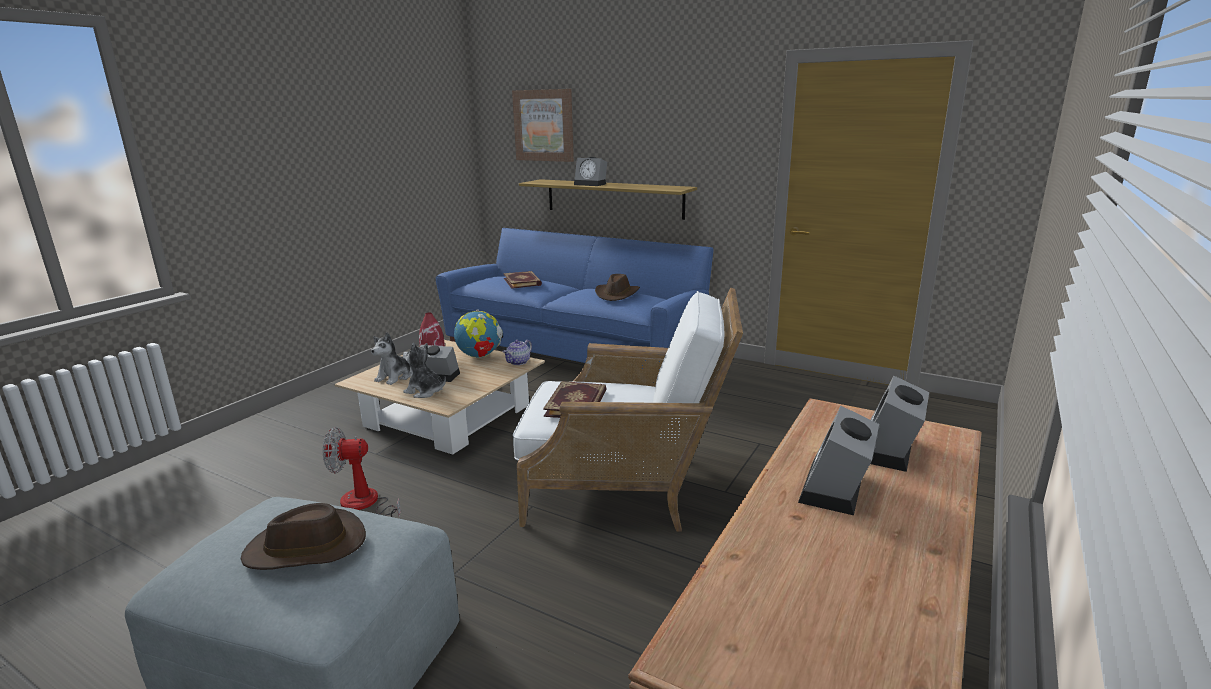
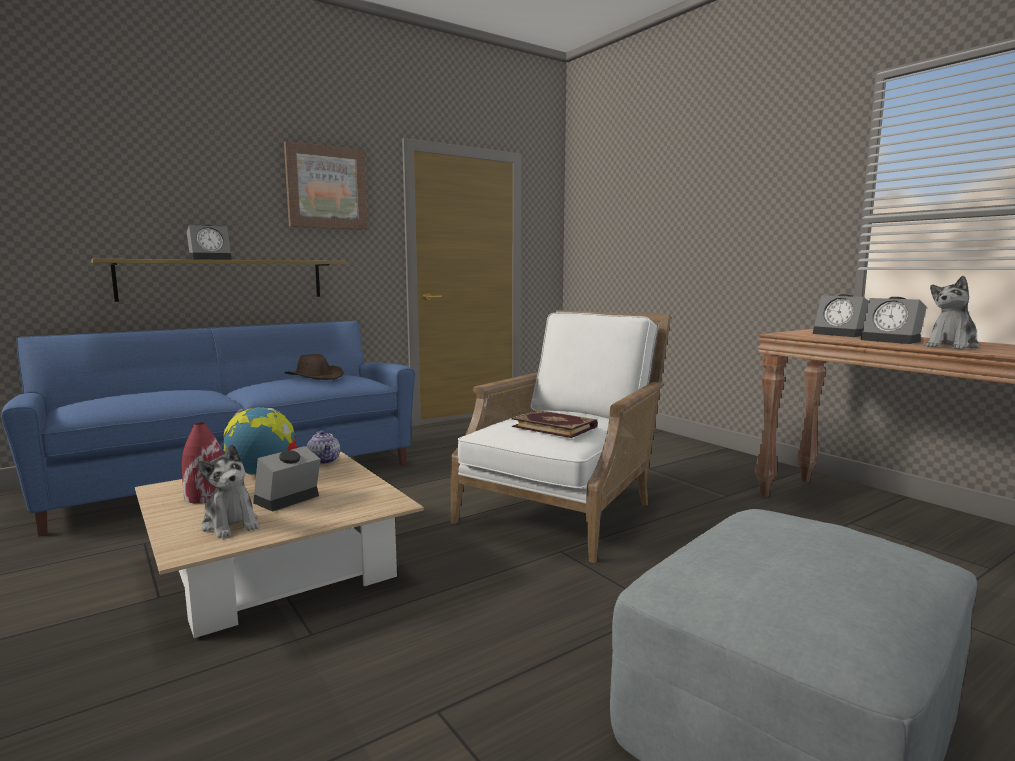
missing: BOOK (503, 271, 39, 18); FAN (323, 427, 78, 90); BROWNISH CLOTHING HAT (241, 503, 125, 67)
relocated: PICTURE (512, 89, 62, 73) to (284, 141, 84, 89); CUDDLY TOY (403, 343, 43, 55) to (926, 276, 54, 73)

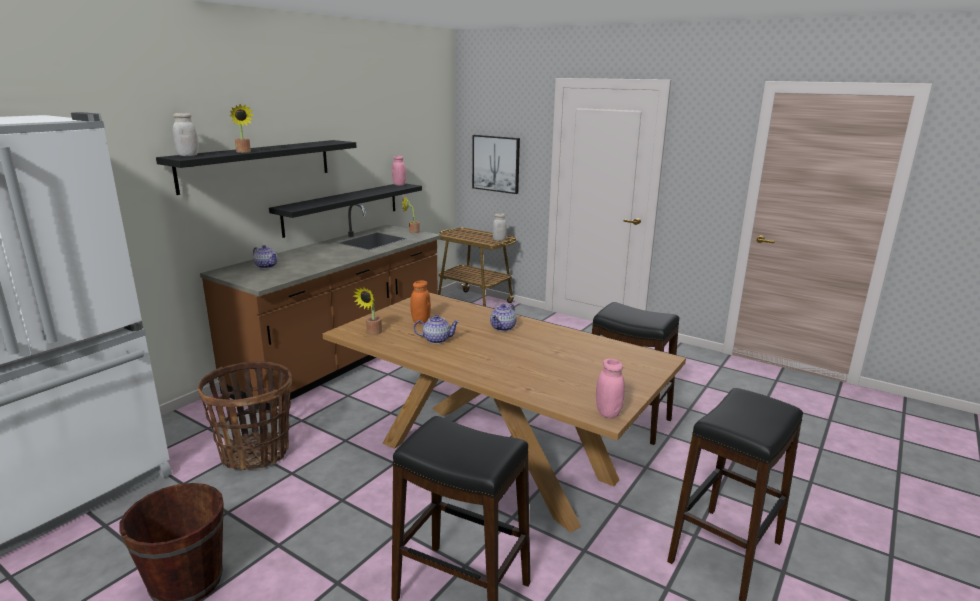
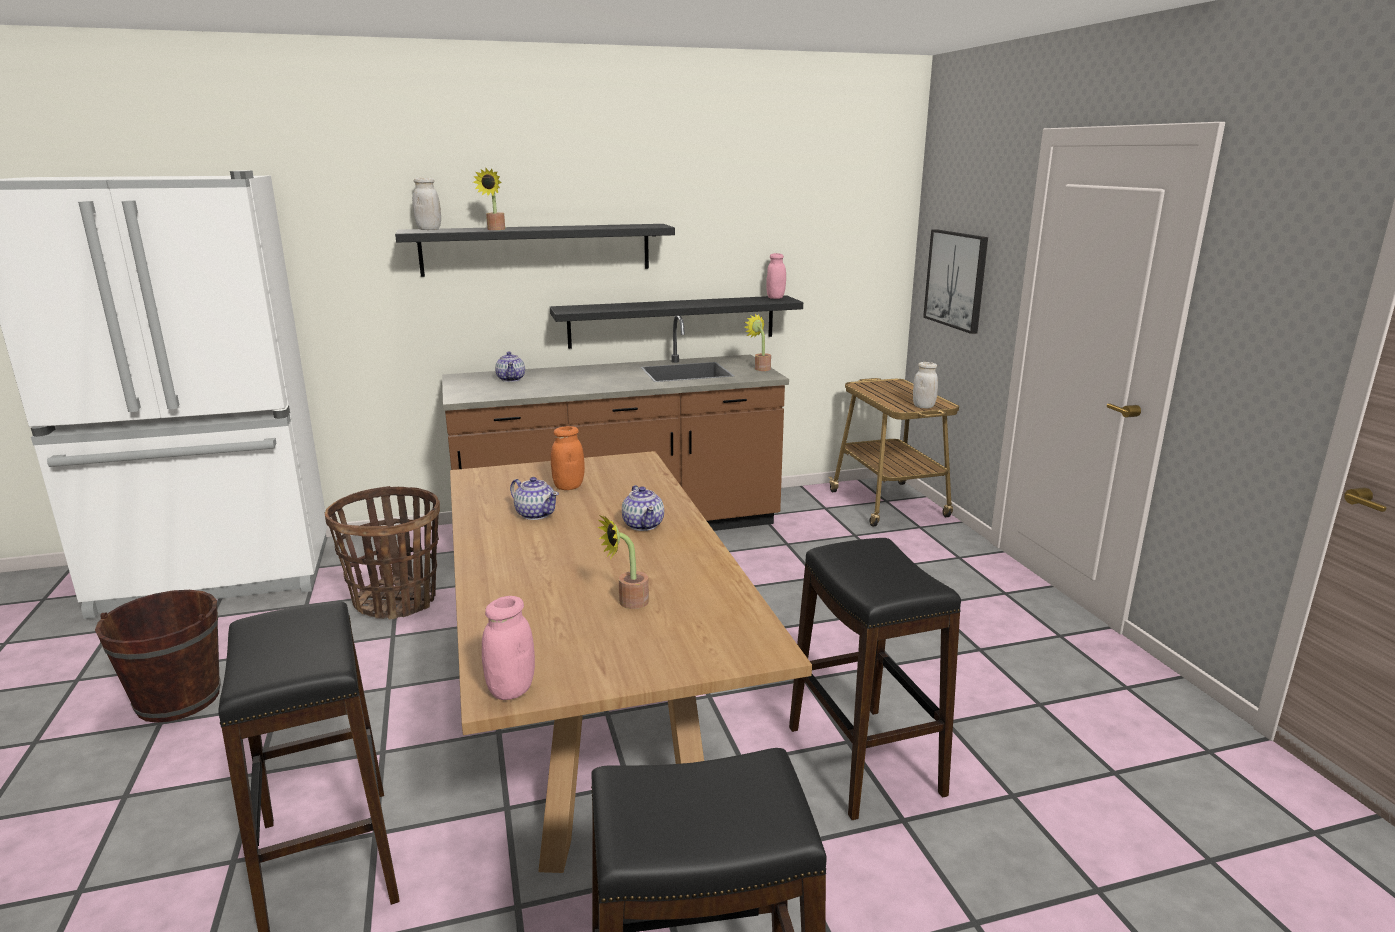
relocated: POTTED PLANT (353, 287, 29, 48) to (598, 514, 51, 95)
spun: TEA POT (490, 304, 27, 27) = (622, 485, 42, 46) 90 degrees counterclockwise

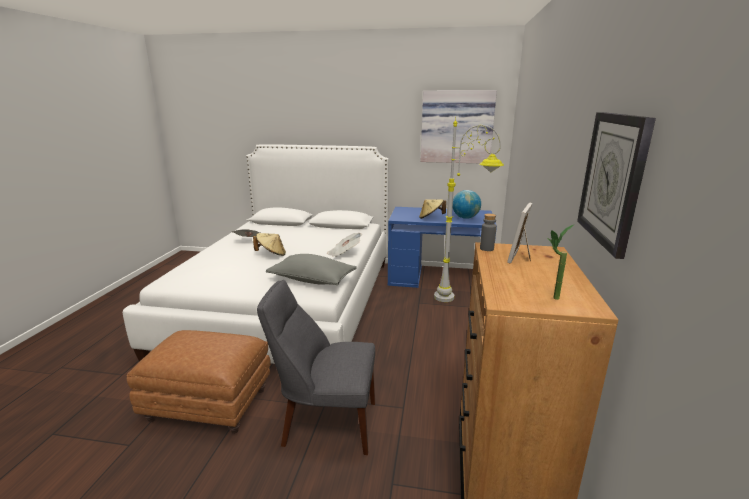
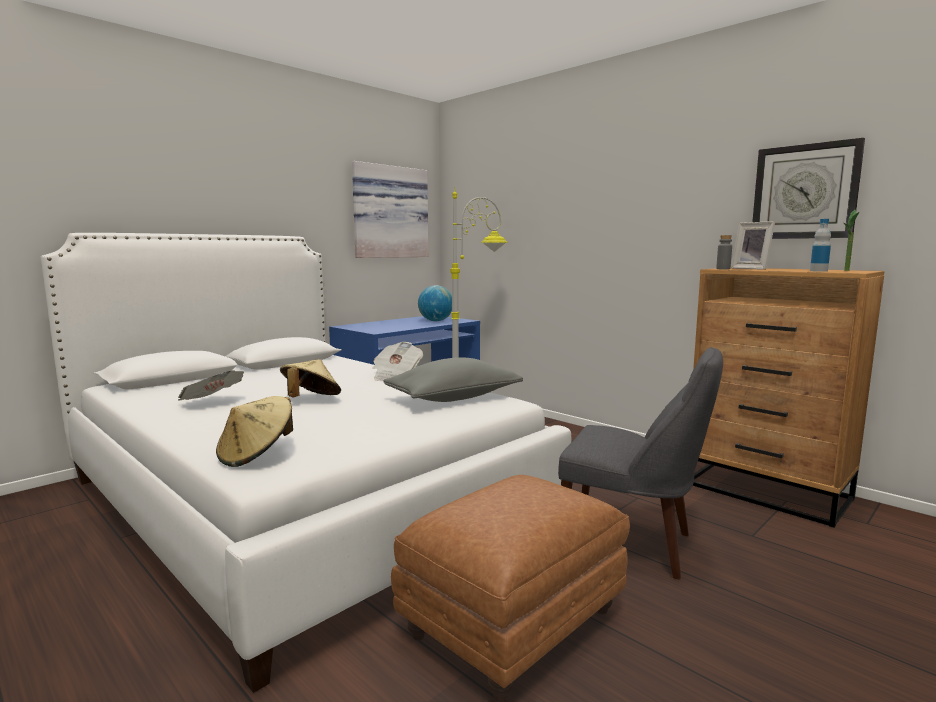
appeared: BEVERAGE BOTTLE (810, 219, 21, 53)
relocated: BEIGE-COLOURED CLOTHING HAT (419, 199, 27, 20) to (216, 396, 77, 71)
spun: GRAY CHAIR (257, 280, 118, 175) = (558, 347, 165, 233) 105 degrees counterclockwise

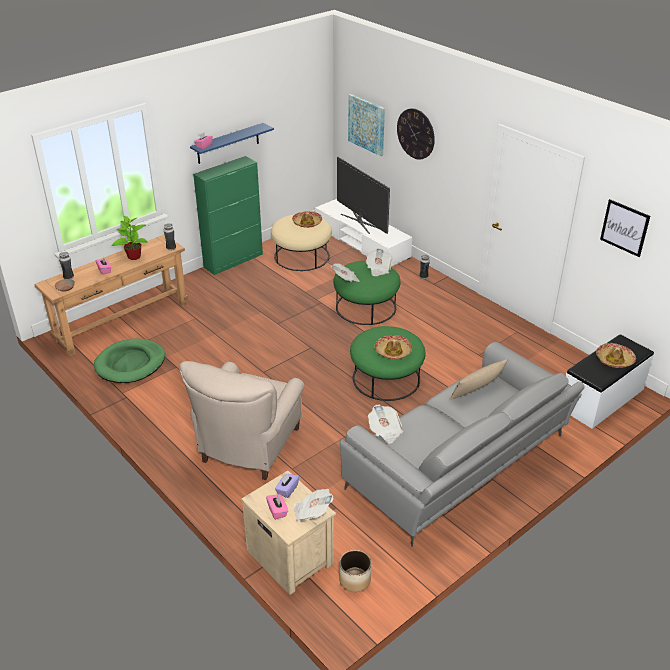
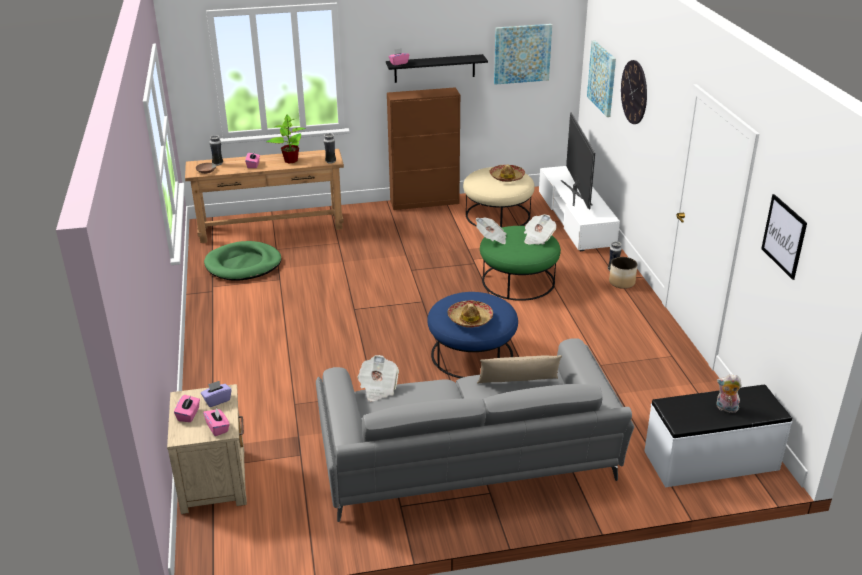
missing: BEIGE-COLOURED ARMCHAIR (179, 361, 125, 119)
appeared: PICTURE (494, 24, 58, 61)
relocated: PLANTER (339, 550, 32, 42) to (609, 257, 29, 32)
exchanged: CLOTHING HAT (596, 343, 40, 25) to CUDDLY TOY (716, 374, 26, 39); NEWSPAPER (293, 489, 40, 32) to PINK TISSUE HOLDER (203, 407, 27, 29)
colour: BLUE WALL SHELF (190, 123, 84, 41) to BLACK WALL SHELF (386, 54, 102, 29); GREEN CUPBOARD (193, 156, 70, 119) to BROWNISH CUPBOARD (387, 87, 73, 123); GREEN FOOTREST (350, 326, 76, 75) to BLUE FOOTREST (427, 292, 91, 86)

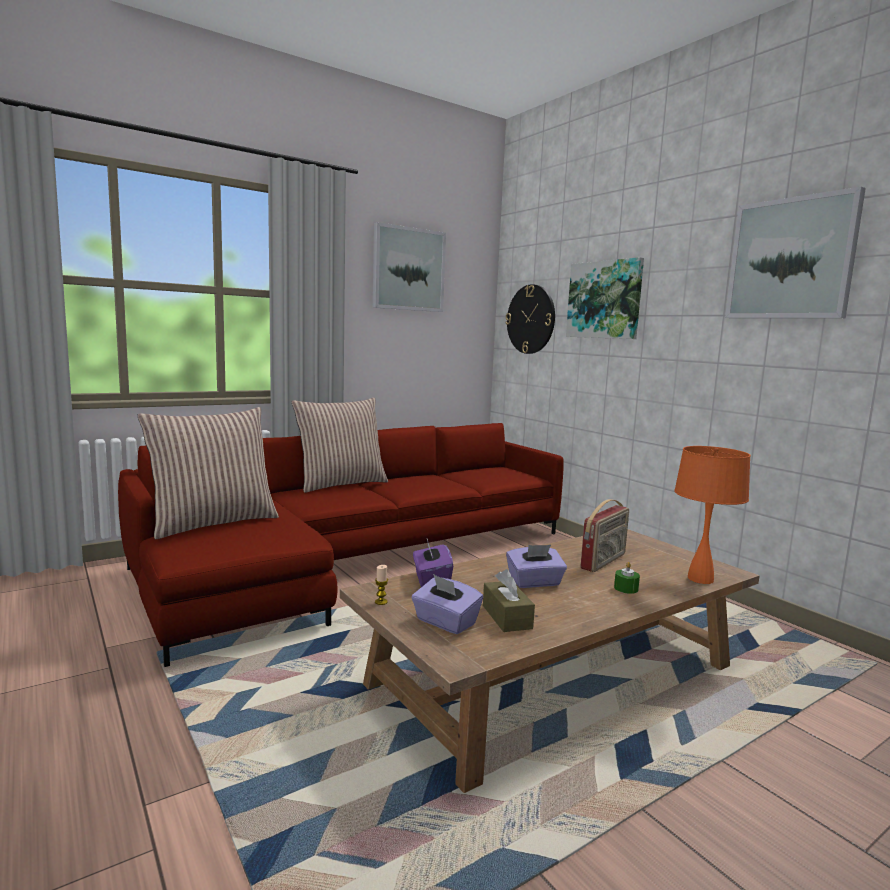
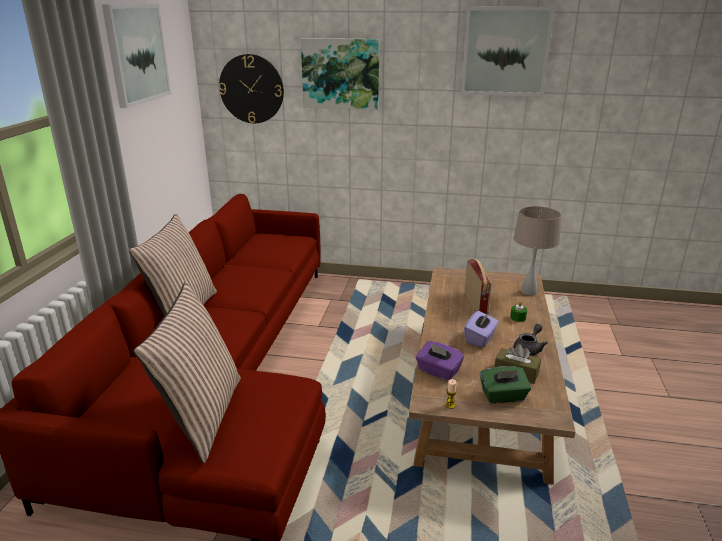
appeared: GRAY TEA POT (514, 324, 34, 32)
colour: ORANGEY LAMP FOR A TABLE (674, 446, 77, 138) to BEIGE-COLOURED LAMP FOR A TABLE (513, 206, 49, 89); PURPLE-COLOURED TISSUE HOLDER (412, 574, 71, 61) to GREEN TISSUE HOLDER (480, 366, 51, 37)

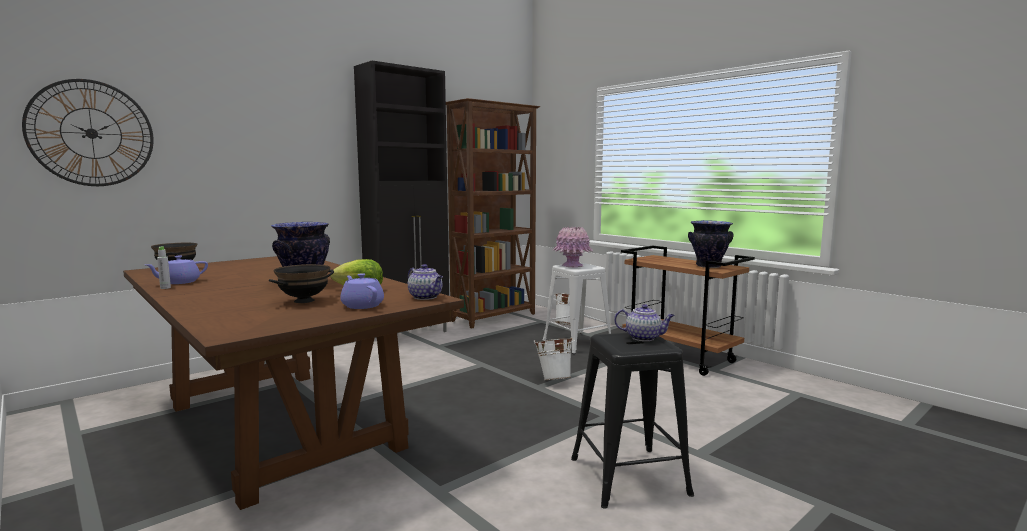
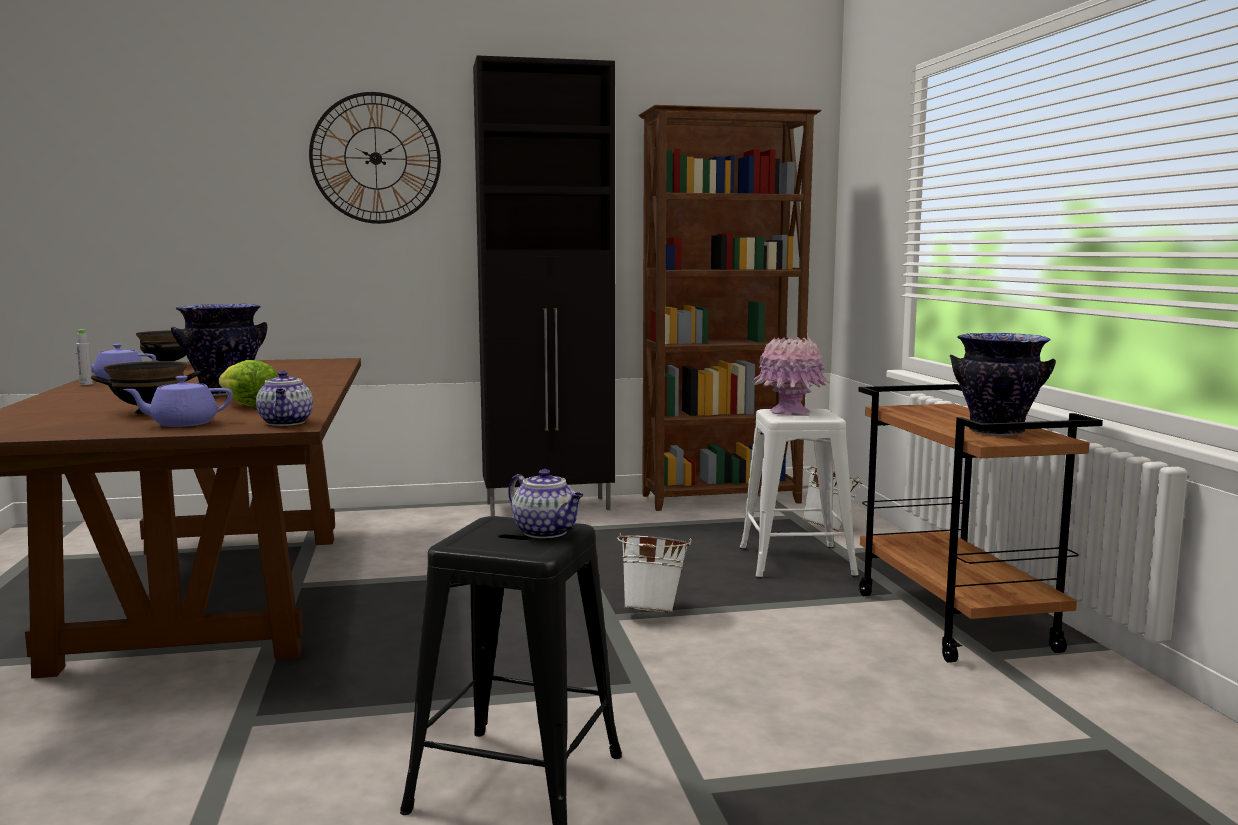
relocated: HANGING CLOCK (22, 79, 132, 107) to (309, 92, 132, 132)
spun: PURPLE-COLOURED TEA POT (340, 273, 44, 36) = (123, 376, 110, 51) 105 degrees counterclockwise

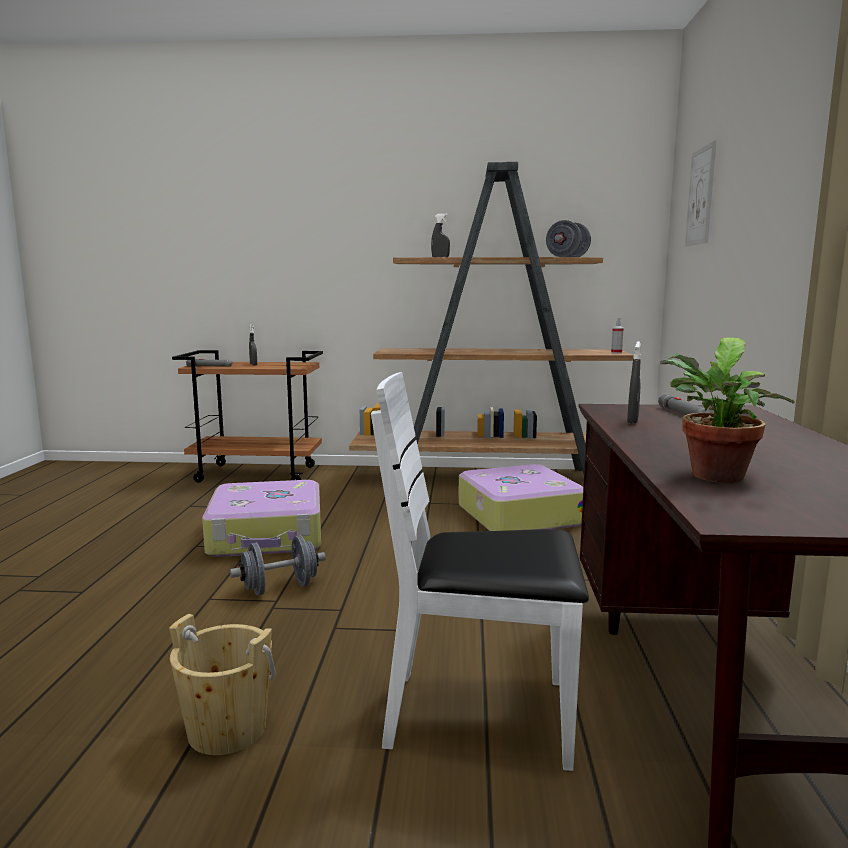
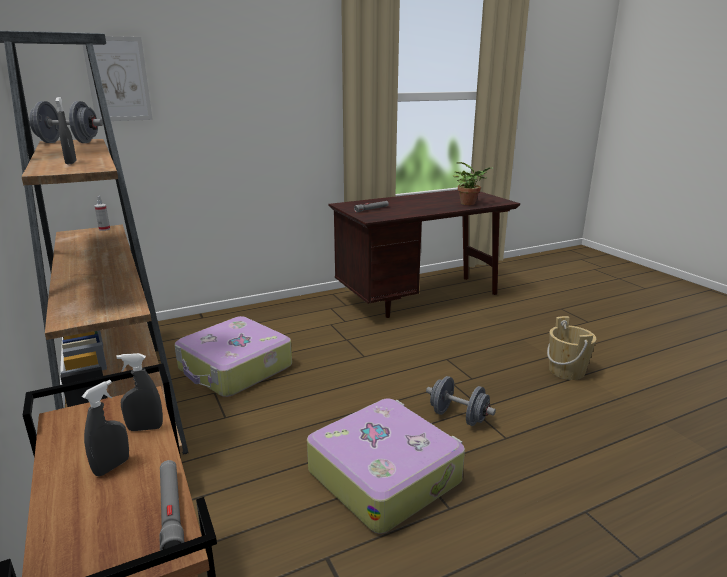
missing: WHITE CHAIR (371, 372, 218, 399)
relocated: GRAY SPRAY BOTTLE (627, 341, 14, 83) to (116, 353, 47, 78)

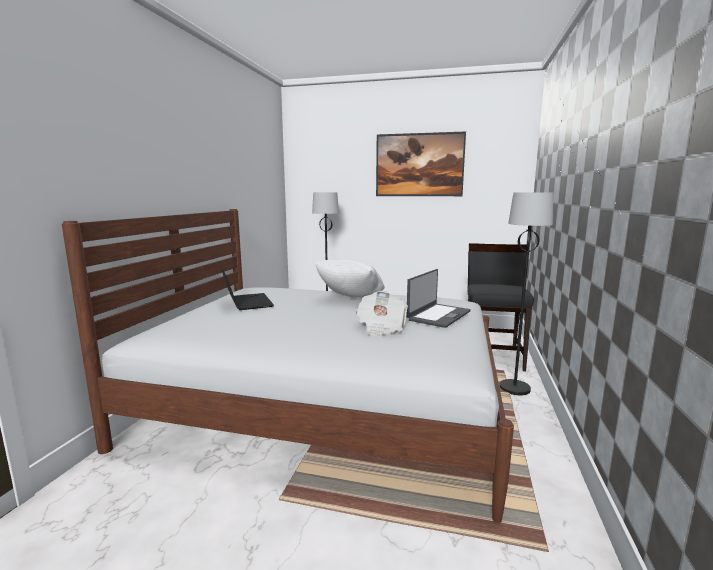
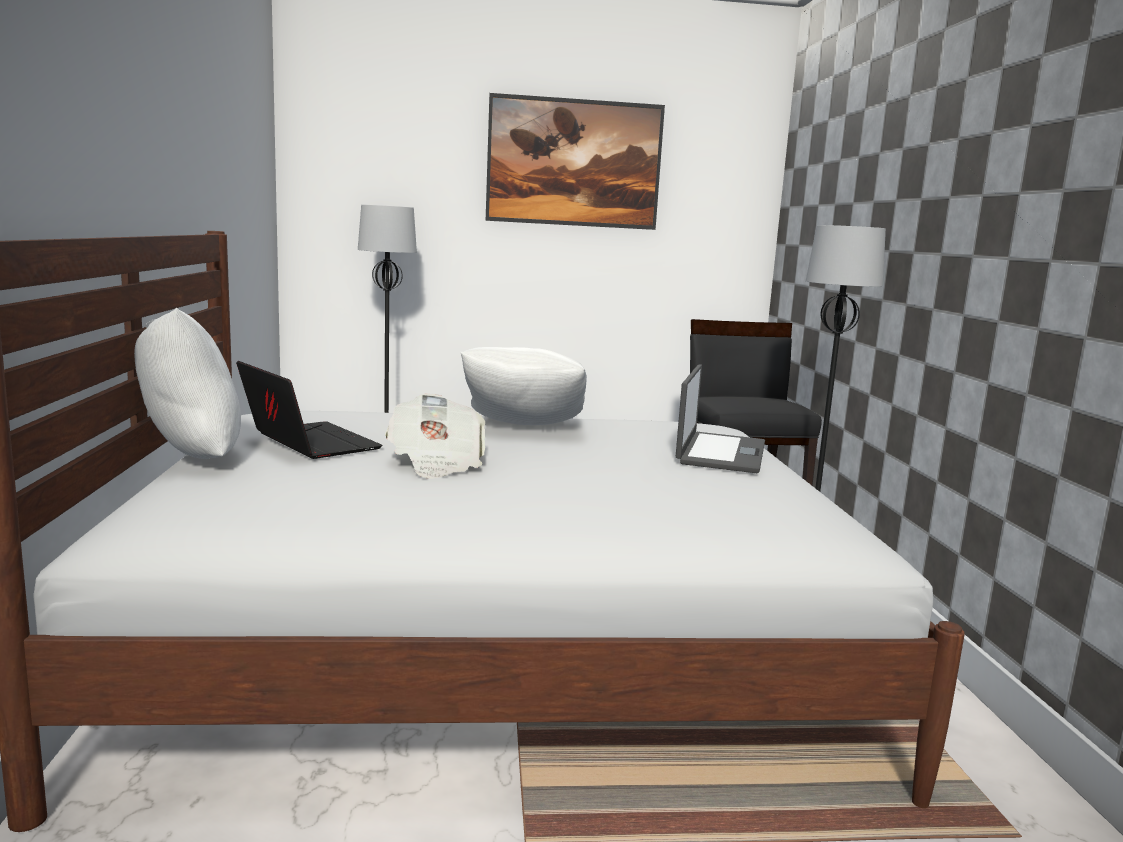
appeared: WHITE CUSHION (134, 308, 107, 151)
relocated: NEWSPAPER (356, 291, 52, 45) to (385, 394, 100, 85)

